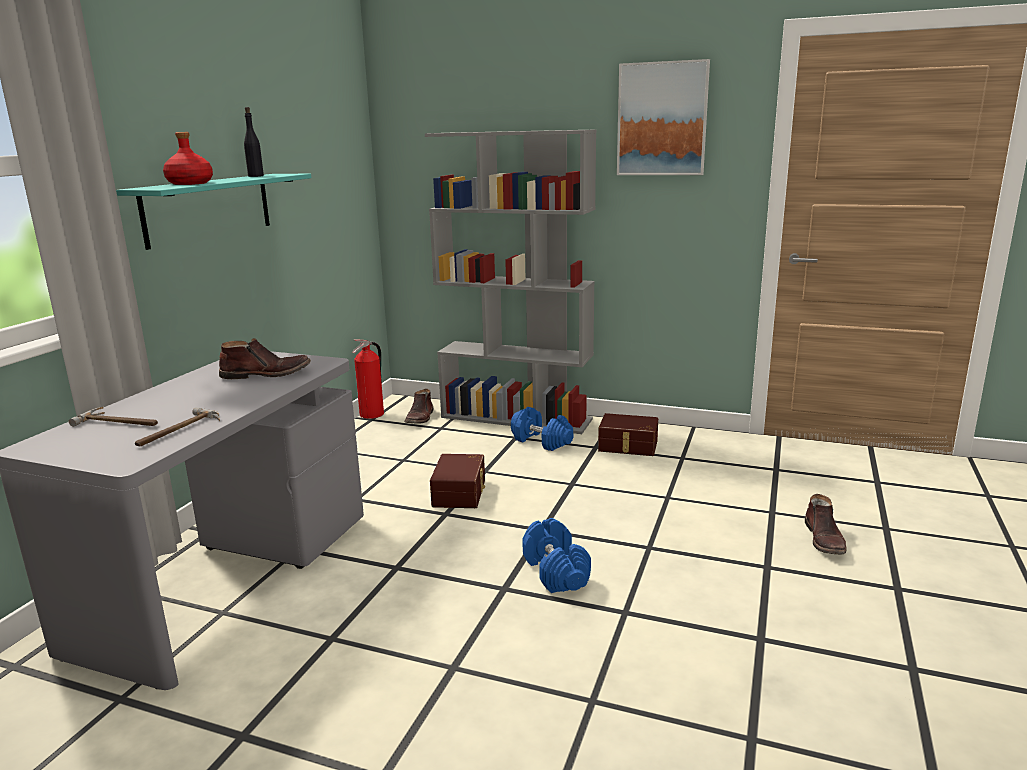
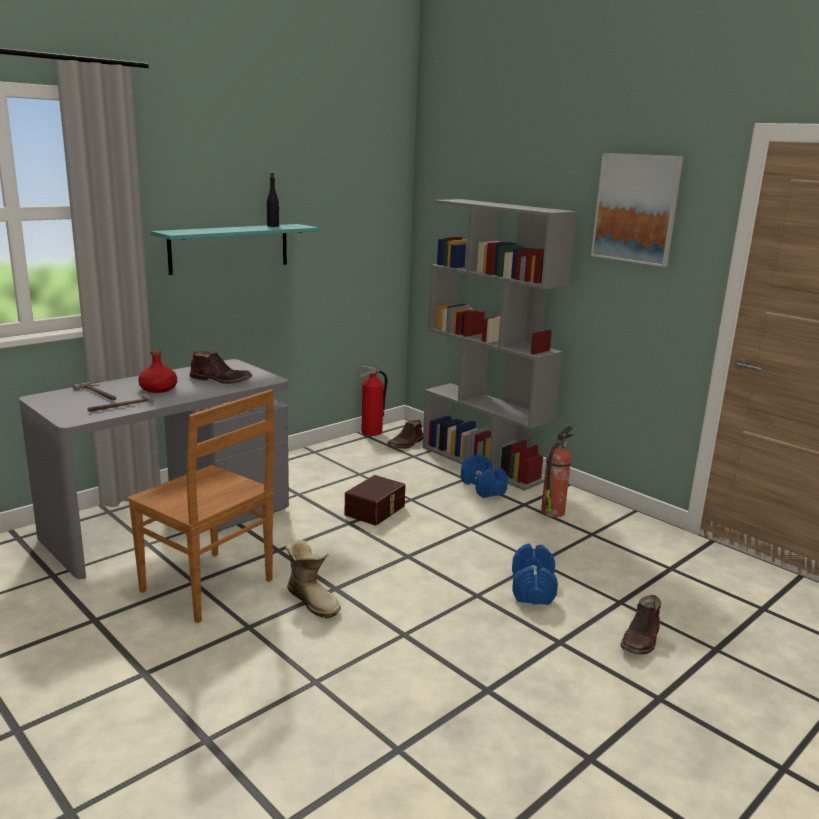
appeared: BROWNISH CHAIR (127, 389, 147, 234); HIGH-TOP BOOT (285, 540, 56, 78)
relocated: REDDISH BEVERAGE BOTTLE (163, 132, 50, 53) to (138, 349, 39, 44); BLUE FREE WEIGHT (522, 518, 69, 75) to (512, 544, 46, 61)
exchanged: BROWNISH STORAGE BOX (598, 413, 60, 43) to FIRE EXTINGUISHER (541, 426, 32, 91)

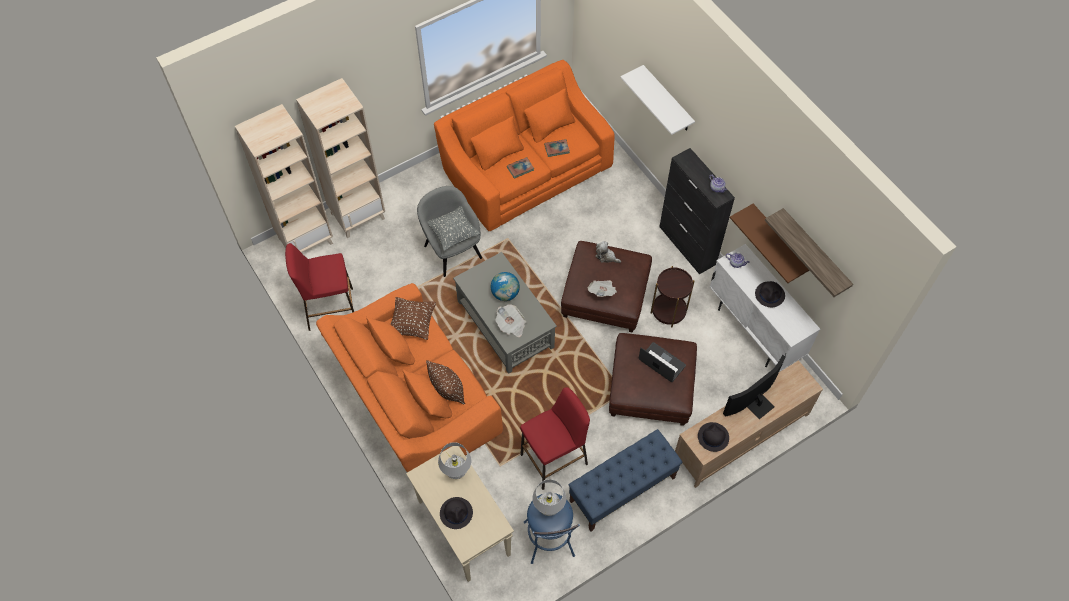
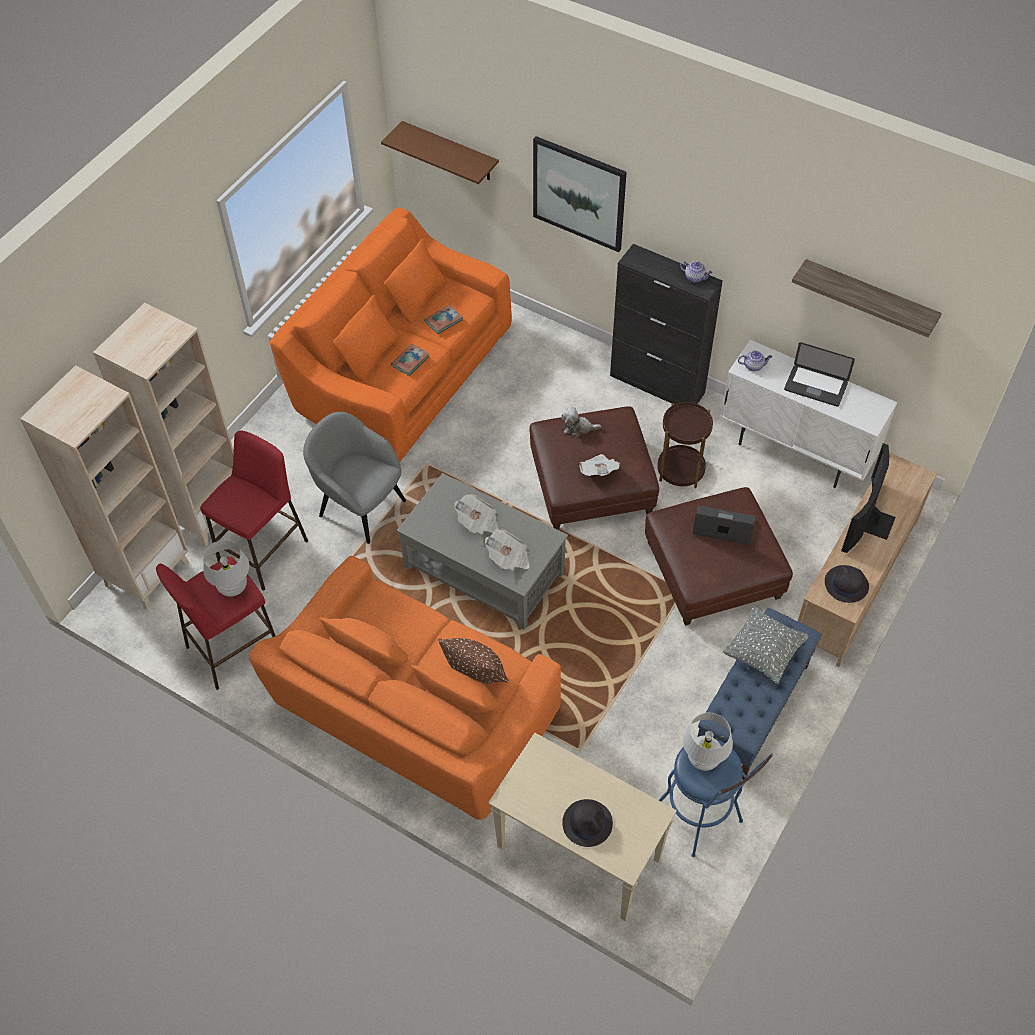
missing: BROWNISH CUSHION (391, 297, 45, 43)
relocated: BROWNISH WALL SHELF (730, 204, 80, 79) to (381, 121, 118, 63); GRAY CUSHION (428, 206, 52, 45) to (723, 606, 86, 78); REDDISH SITTING STOOL (520, 387, 70, 103) to (200, 430, 108, 161); WHITE LAMP FOR A TABLE (438, 442, 33, 37) to (203, 540, 46, 57)
exchanged: WHITE WALL SHELF (621, 65, 74, 70) to PICTURE (533, 136, 94, 116); DESK GLOBE (491, 272, 29, 29) to NEWSPAPER (454, 494, 44, 40); BLACK CLOTHING HAT (755, 281, 30, 26) to LAPTOP (784, 342, 71, 65)

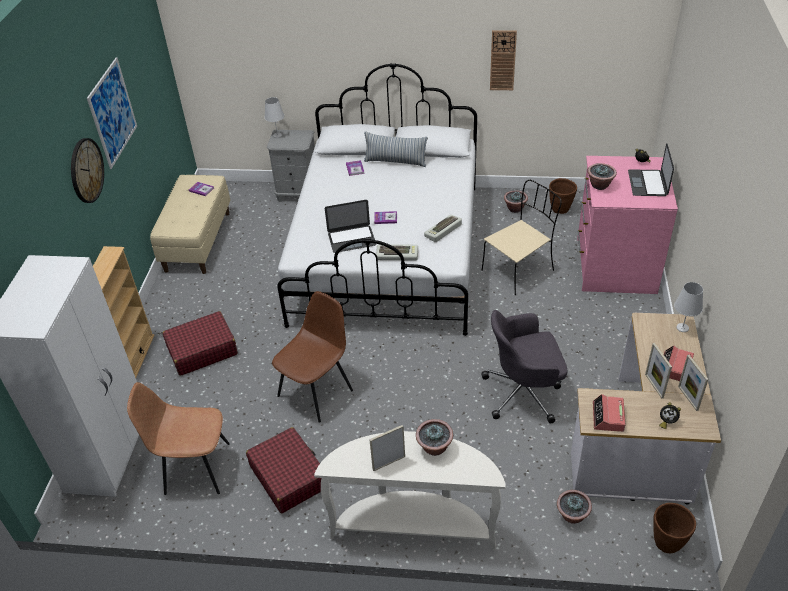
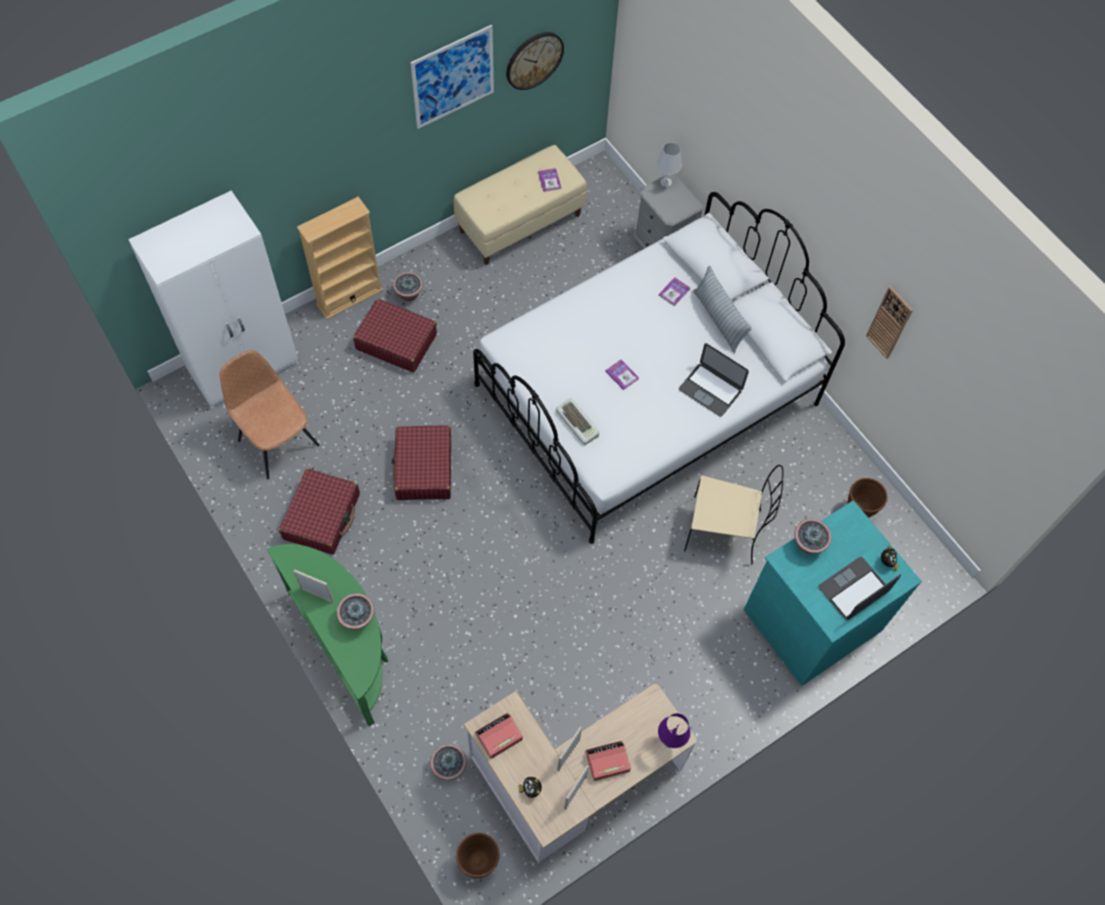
missing: PC KEYBOARD (424, 215, 38, 27); GRAY DESK CHAIR (481, 310, 86, 113)
relocated: HANGING CLOCK (71, 138, 33, 65) to (506, 32, 58, 58); POTTED PLANT (504, 190, 24, 23) to (393, 272, 30, 29); LAPTOP (325, 200, 51, 53) to (679, 343, 70, 74)
exchanged: BROWNISH CHAIR (272, 291, 81, 132) to REDDISH TRAVEL CASE (392, 425, 59, 75)
colour: PINK CHEST OF DRAWERS (577, 156, 101, 138) to TURQUOISE-COLOURED CHEST OF DRAWERS (744, 500, 178, 186); WHITE LAMP FOR A TABLE (674, 282, 29, 50) to PURPLE-COLOURED LAMP FOR A TABLE (658, 713, 33, 35); WHITE HALL TABLE (314, 431, 192, 120) to GREEN HALL TABLE (267, 544, 121, 182)

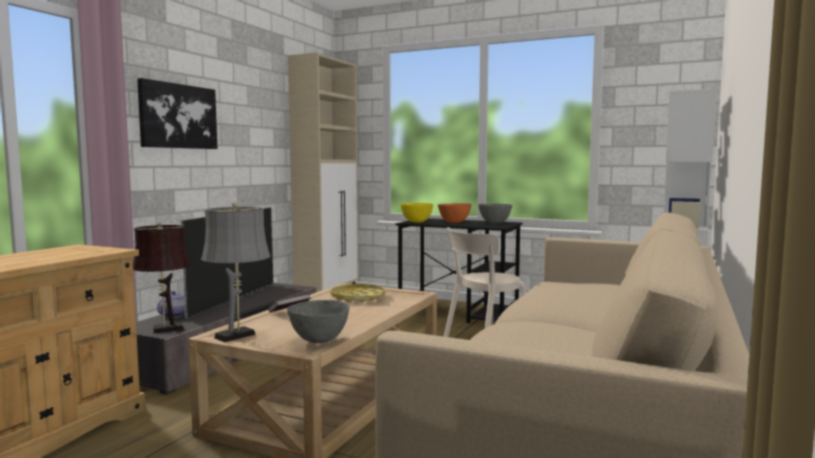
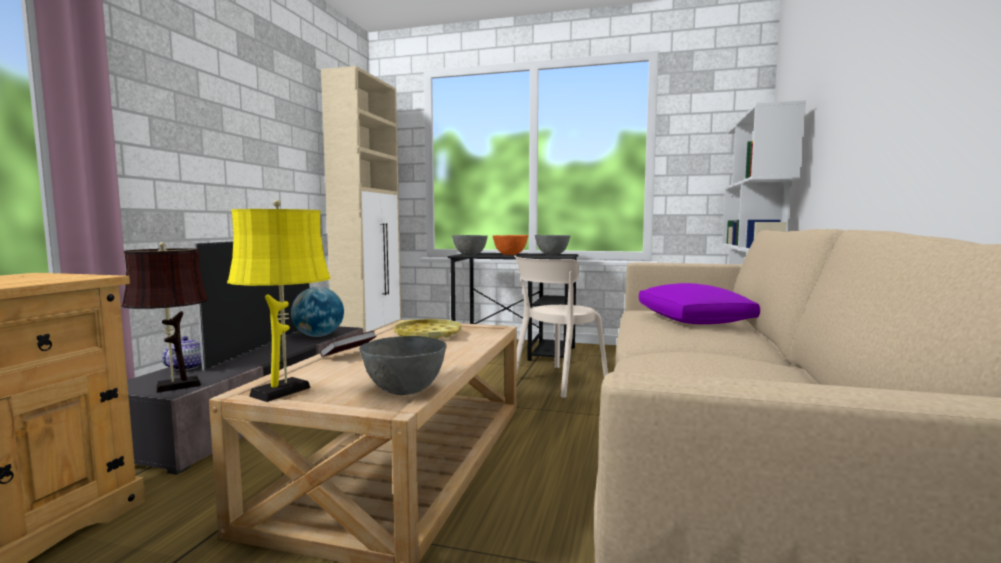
missing: PICTURE (137, 78, 80, 71)
appeared: PURPLE-COLOURED CUSHION (639, 283, 121, 41); DESK GLOBE (291, 287, 53, 50)
colour: GRAY LAMP FOR A TABLE (201, 202, 69, 140) to YELLOW-COLOURED LAMP FOR A TABLE (227, 200, 104, 202); YELLOW-COLOURED SERVING BOWL (400, 203, 33, 20) to GRAY SERVING BOWL (452, 235, 36, 20)

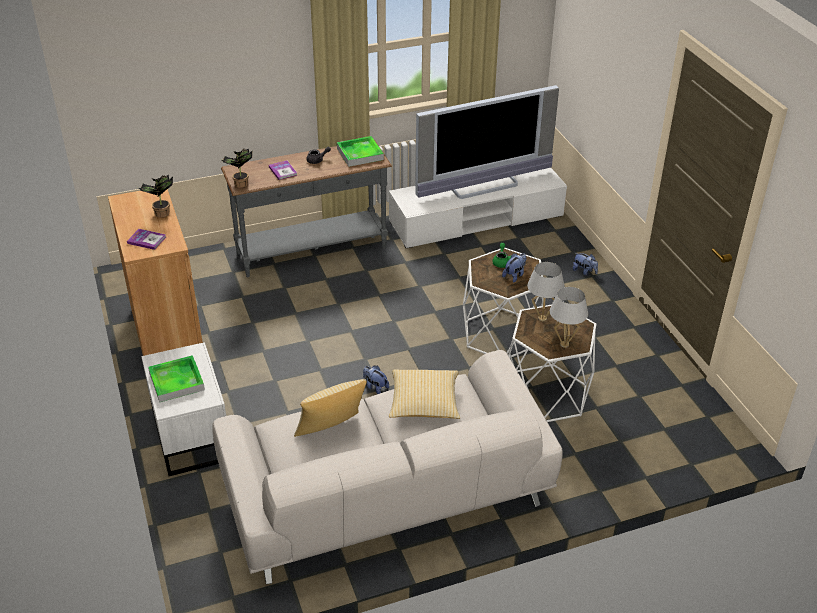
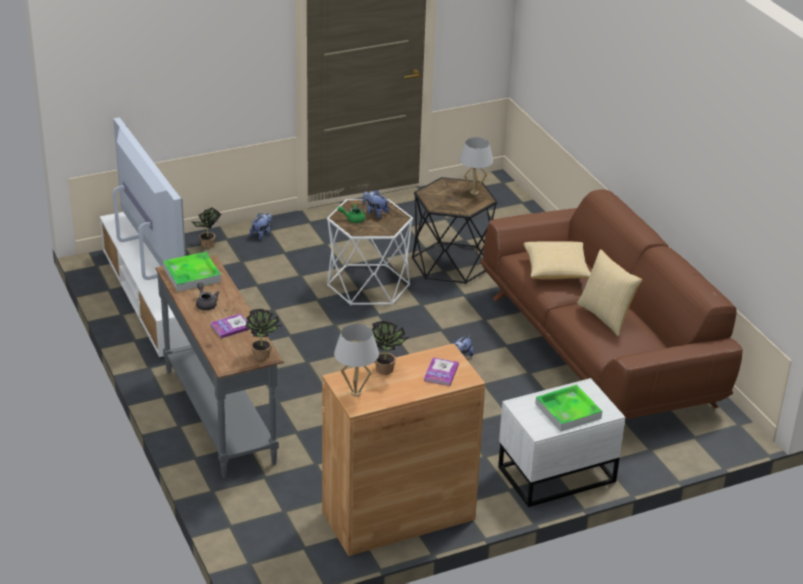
appeared: POTTED PLANT (192, 207, 29, 41)
relocated: WHITE LAMP FOR A TABLE (527, 262, 38, 59) to (334, 324, 45, 73)
colour: WHITE END TABLE (508, 305, 88, 117) to BLACK END TABLE (412, 177, 86, 107); WHITE SETTEE (212, 350, 351, 234) to BROWNISH SETTEE (480, 189, 263, 230)

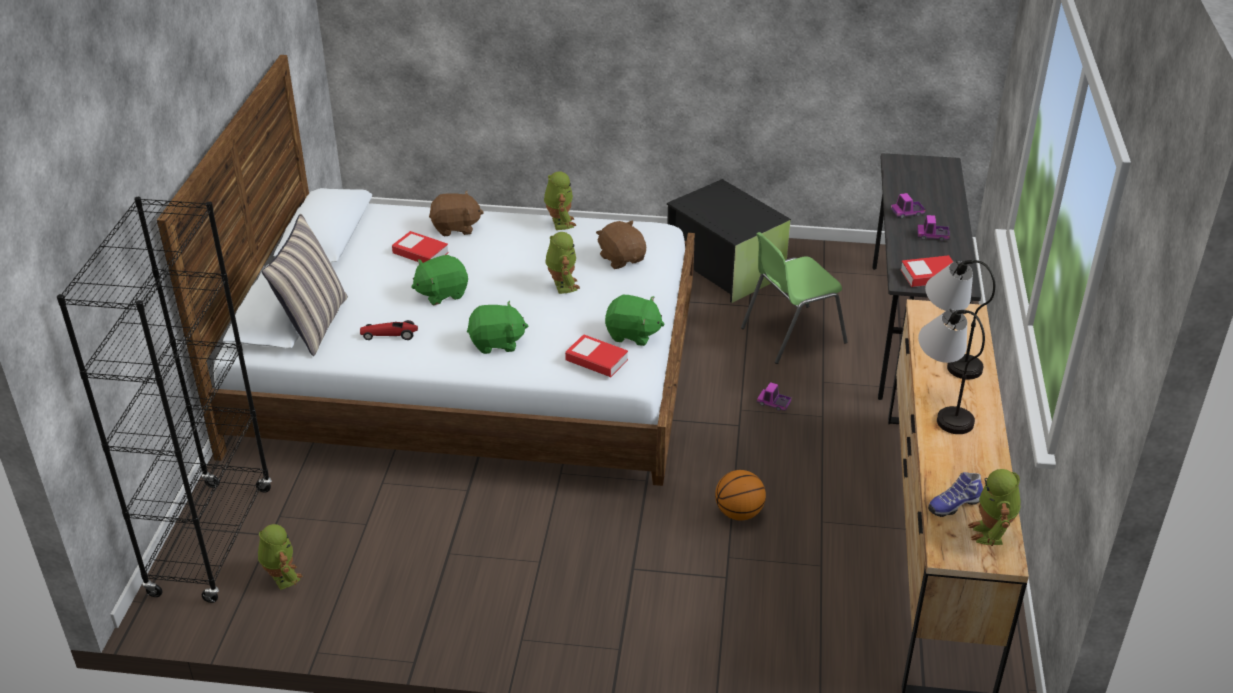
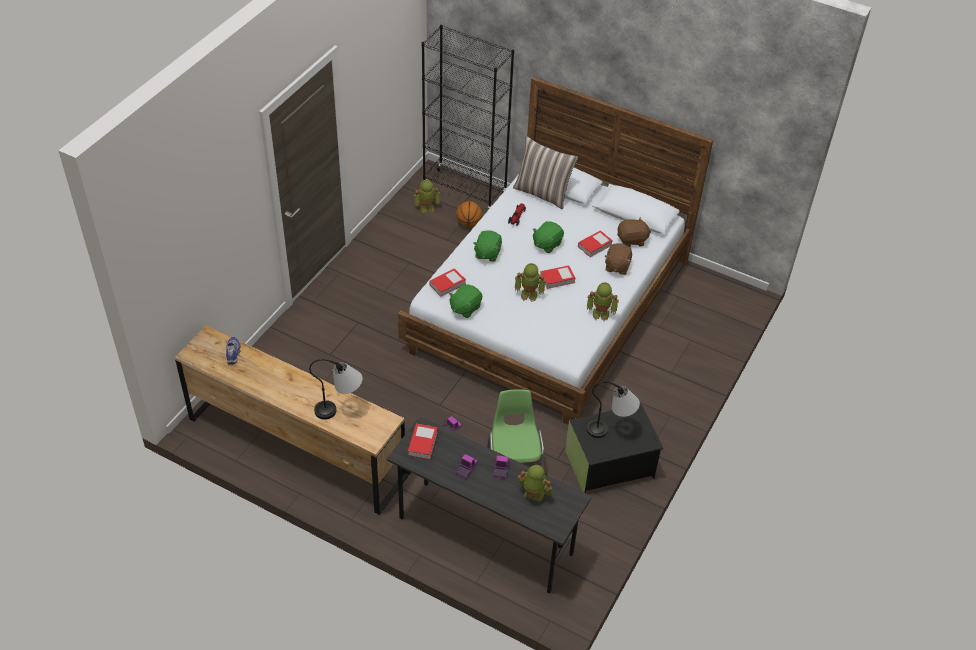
appeared: BOOK (540, 265, 36, 24)
relocated: BROWNISH CUDDLY TOY (596, 220, 50, 49) to (617, 217, 34, 30); LAMP FOR A TABLE (918, 309, 67, 125) to (587, 381, 53, 57); TOY ROBOT (968, 469, 53, 77) to (517, 465, 35, 38); BALL FOR BASKETBALL (715, 470, 51, 51) to (456, 201, 26, 26)
spun: GREEN CUDDLY TOY (412, 255, 56, 50) = (533, 221, 31, 32) 135 degrees counterclockwise

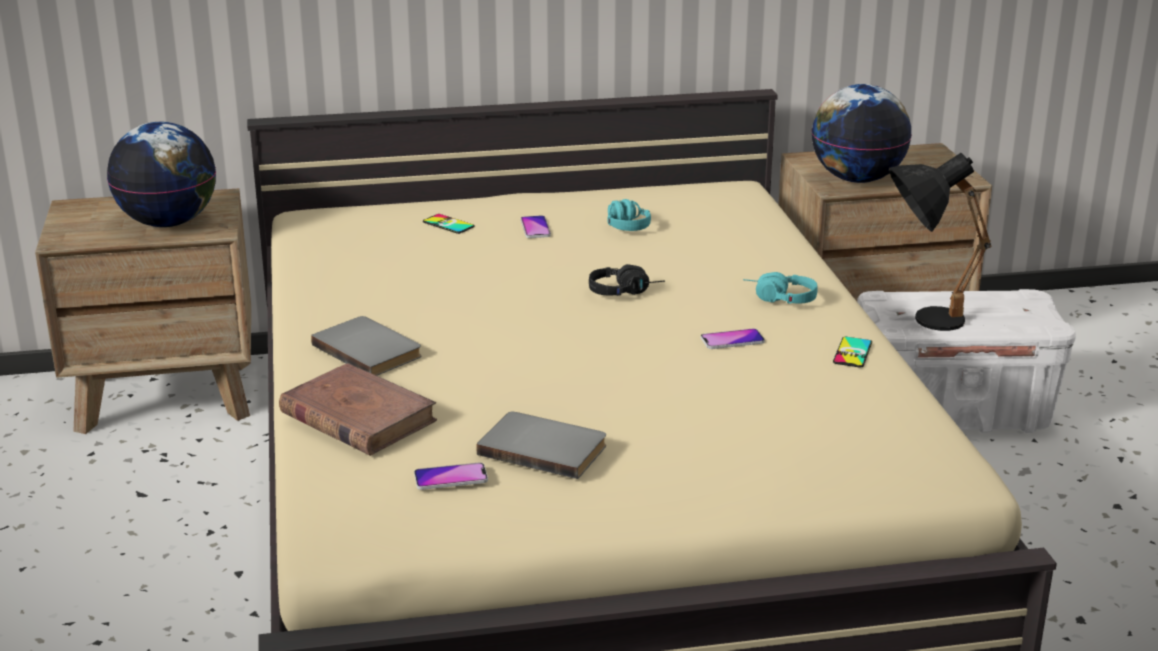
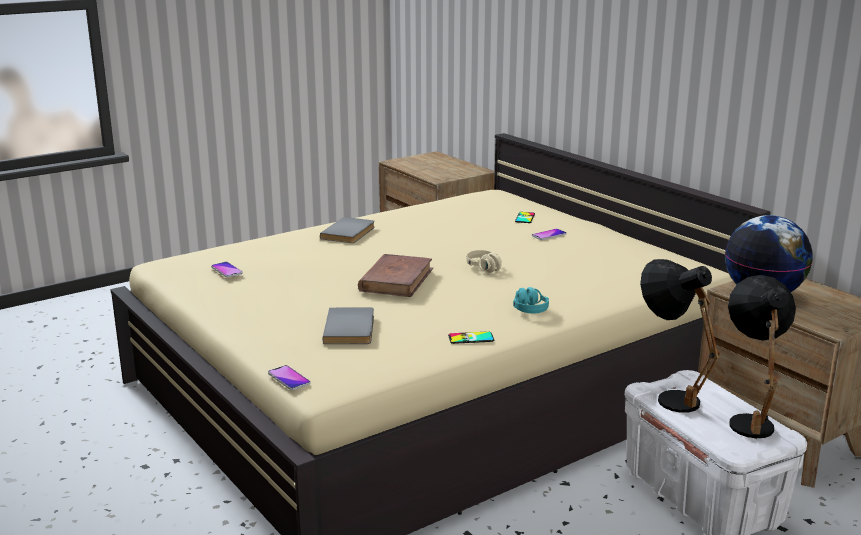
missing: DESK GLOBE (107, 122, 109, 105); TURQUOISE-COLOURED HEADPHONES (607, 199, 44, 32)
appeared: BLACK LAMP FOR A TABLE (728, 275, 68, 163)
relocated: HANDSET (701, 328, 64, 21) to (268, 365, 43, 25); BROWNISH BOOK (279, 363, 158, 93) to (358, 254, 75, 43); GRAY BOOK (477, 412, 129, 67) to (323, 308, 51, 36)
colour: BLACK HEADPHONES (589, 264, 76, 32) to BEIGE-COLOURED HEADPHONES (467, 250, 35, 23)

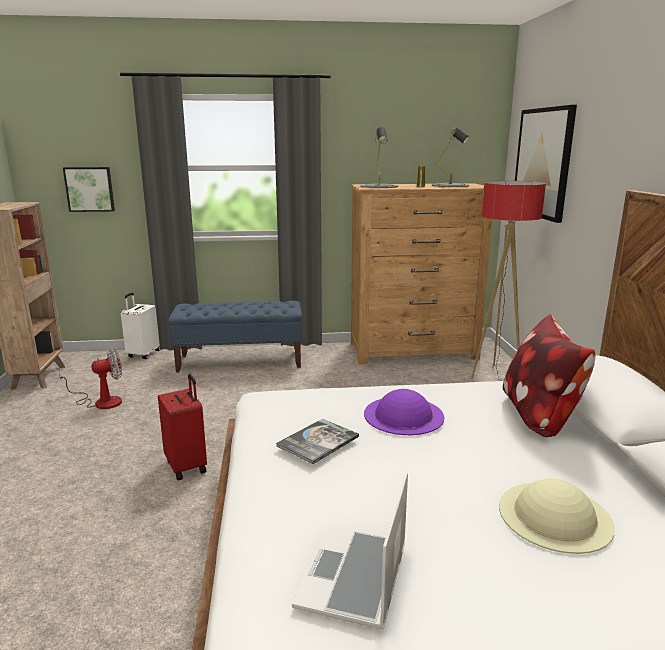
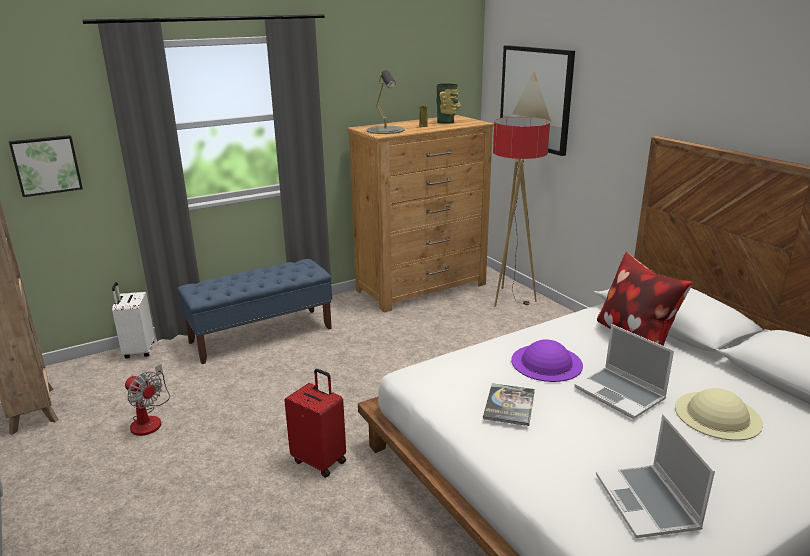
appeared: LAPTOP (574, 324, 100, 95)
exchanged: GRAY LAMP FOR A TABLE (432, 127, 37, 60) to FLOWER VASE (436, 83, 25, 41)
spun: FAN (59, 349, 63, 60) = (125, 364, 45, 72) 90 degrees clockwise

